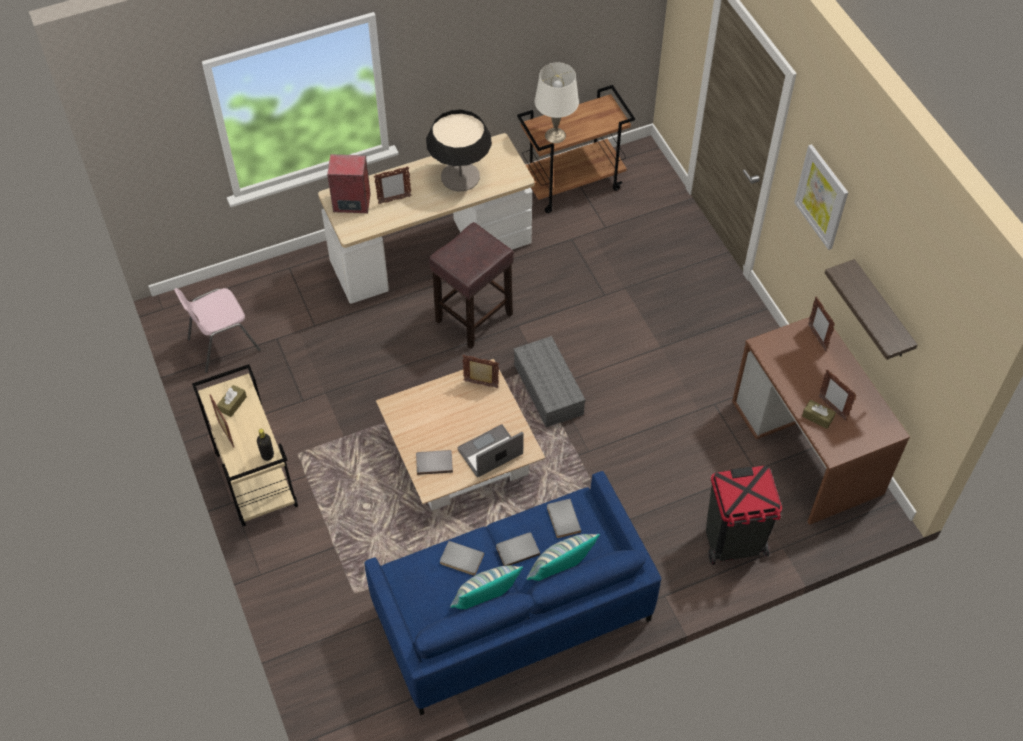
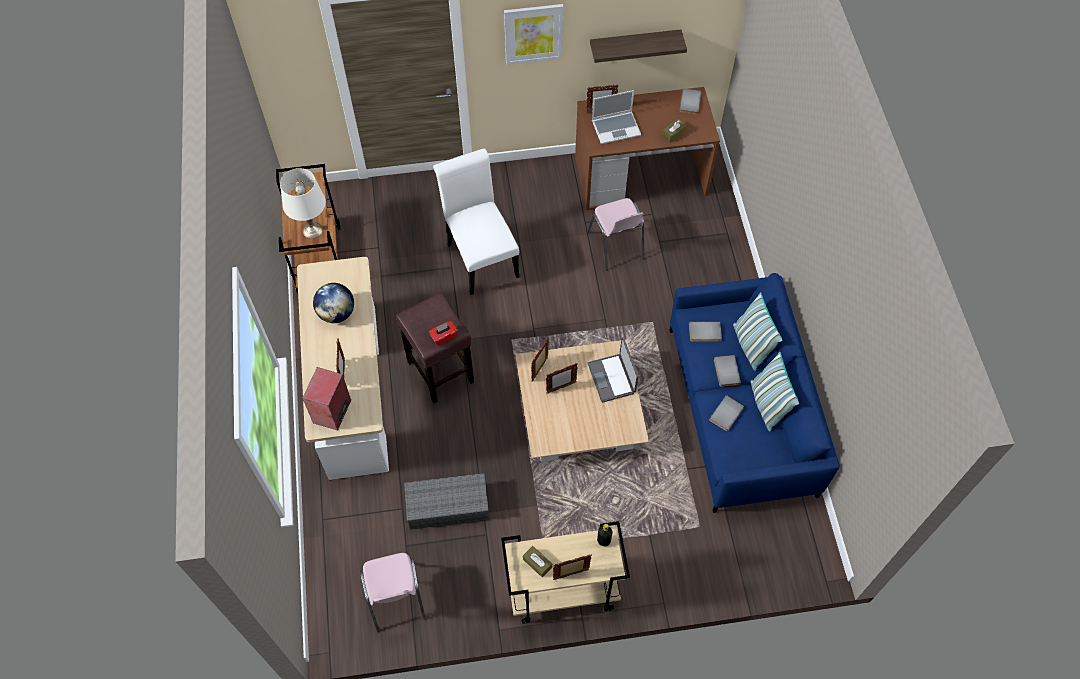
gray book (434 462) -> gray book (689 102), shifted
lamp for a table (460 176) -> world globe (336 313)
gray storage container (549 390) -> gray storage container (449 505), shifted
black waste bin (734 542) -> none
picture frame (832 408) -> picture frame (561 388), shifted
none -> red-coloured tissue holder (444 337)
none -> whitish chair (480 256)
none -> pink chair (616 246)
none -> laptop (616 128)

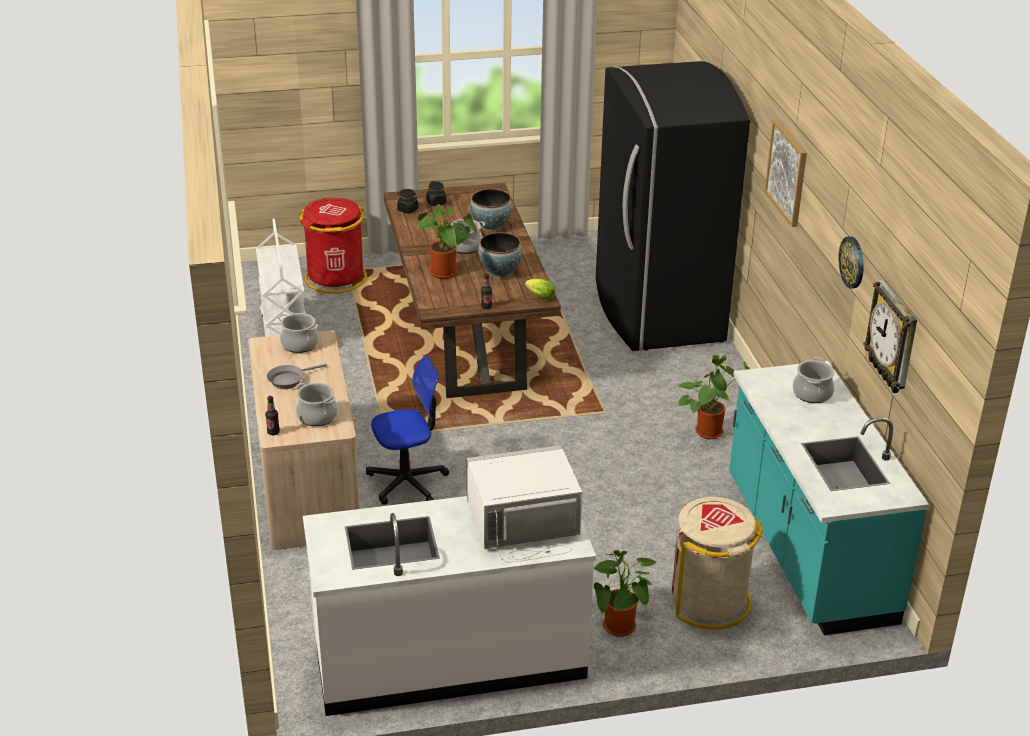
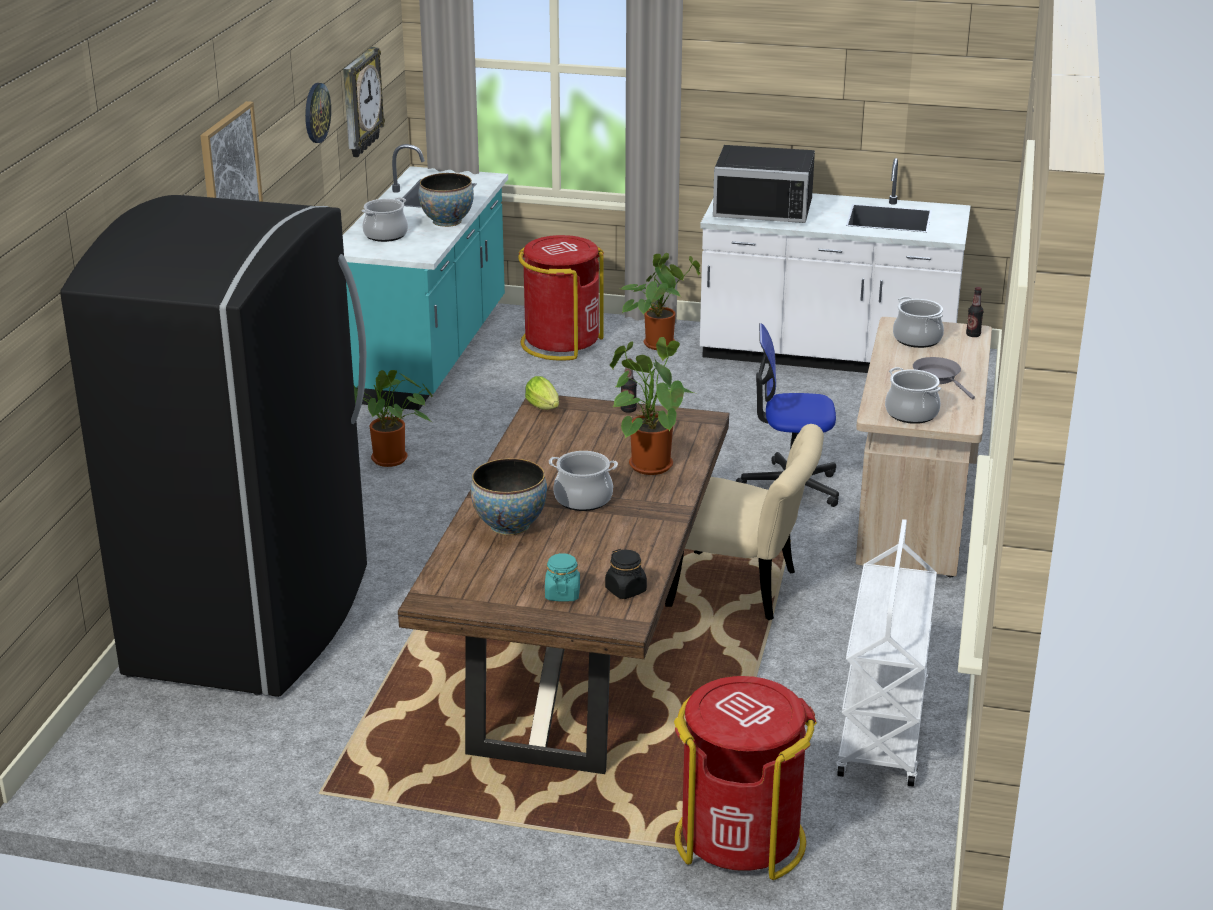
gray skillet (289 380) -> gray skillet (939 378), 105 degrees counterclockwise
black storage jar (436 202) -> turquoise-coloured storage jar (562 594)
whitish microwave oven (524 525) -> black microwave oven (764 207)
bowl (500 272) -> bowl (447 221), shifted
sand-coloured waste bin (710 601) -> red-coloured waste bin (560 343)
none -> sand-coloured chair (744 590)

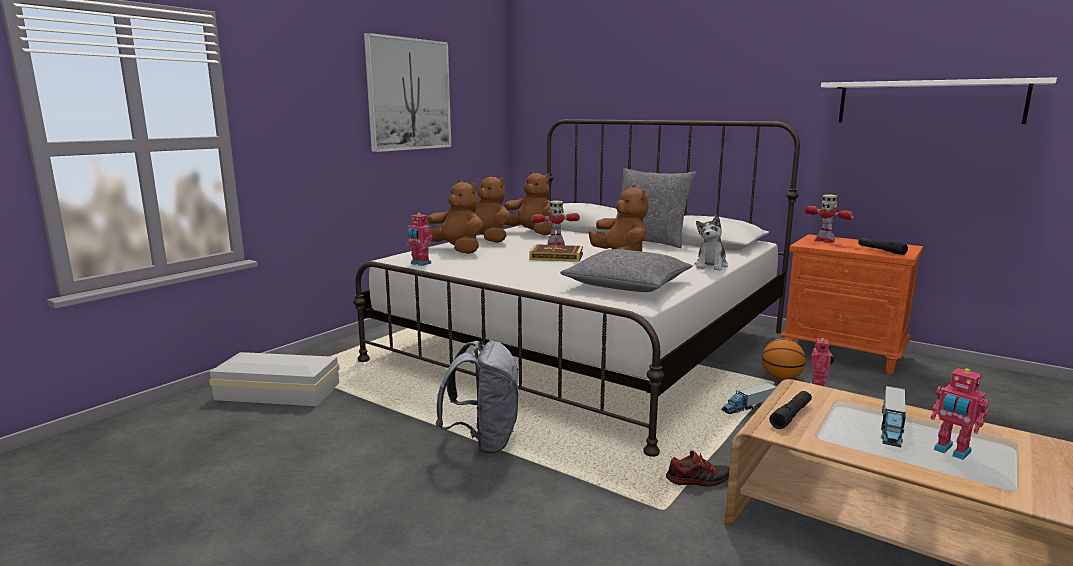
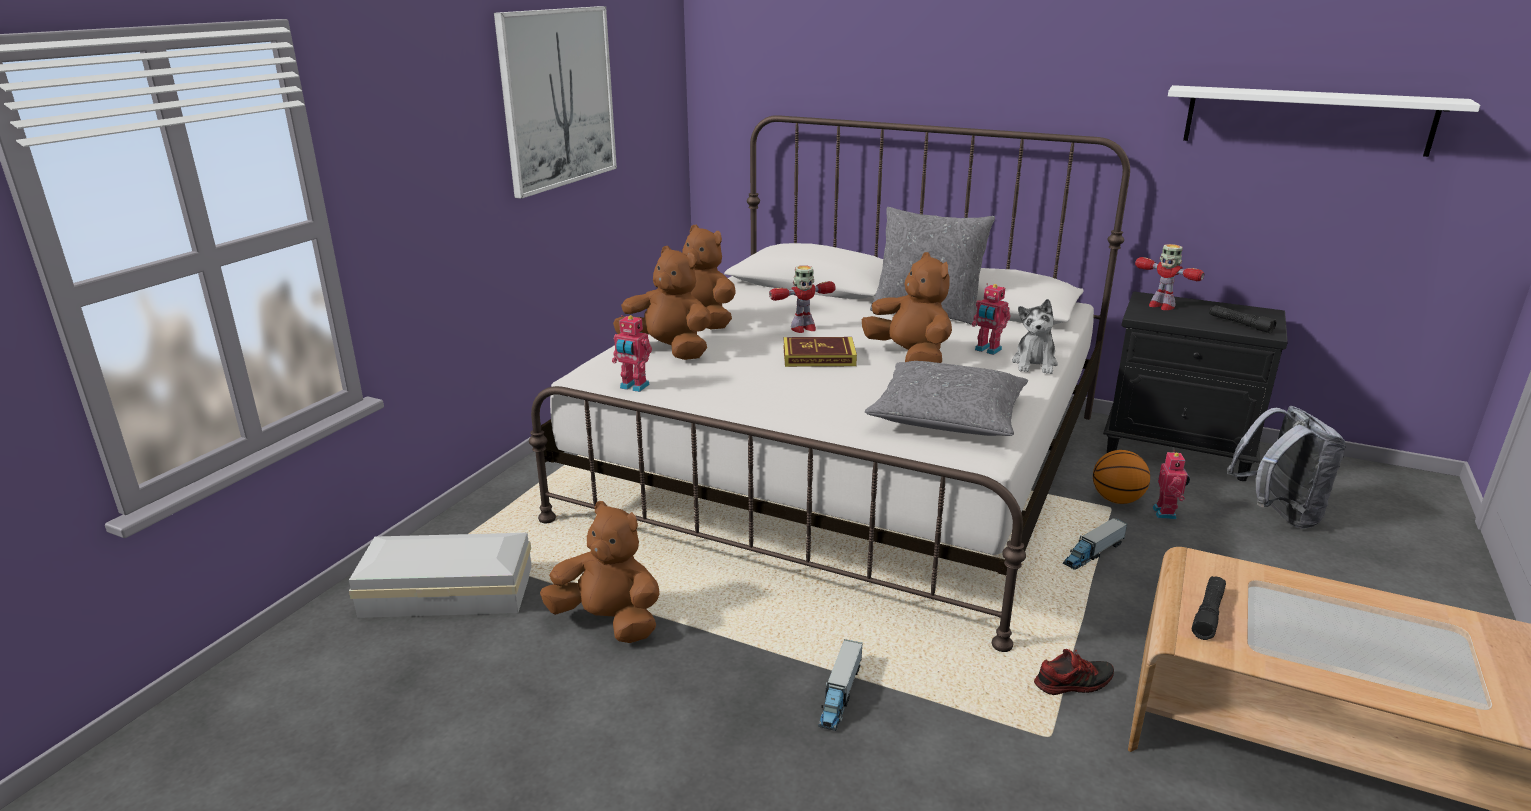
gray backpack (483 442) -> gray backpack (1277 514), shifted
brownish cuddly toy (531 233) -> brownish cuddly toy (608 621), shifted
orangey night table (844 354) -> black night table (1179 450)
model truck (891 427) -> model truck (840 695), shifted
model robot (951 451) -> model robot (987 350), shifted

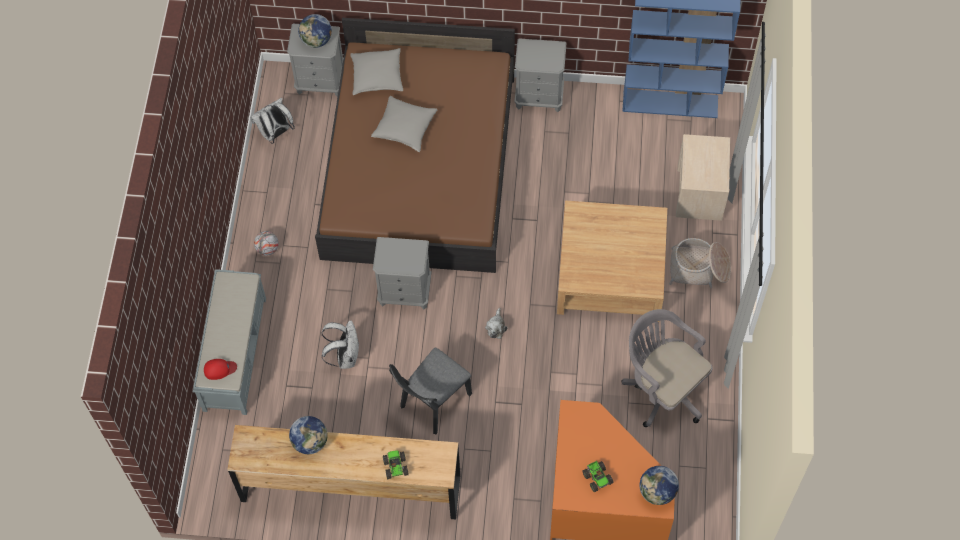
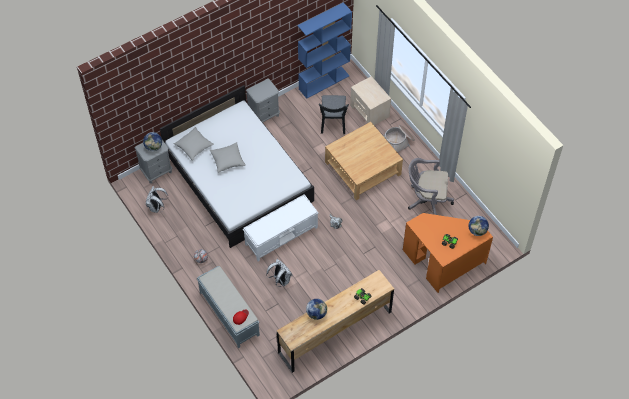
brownish sleeping bed (419 167) -> whitish sleeping bed (238 179)
gray night table (405 292) -> whitish indoor bench (282 235)
black chair (432 404) -> black chair (333 124), shifted

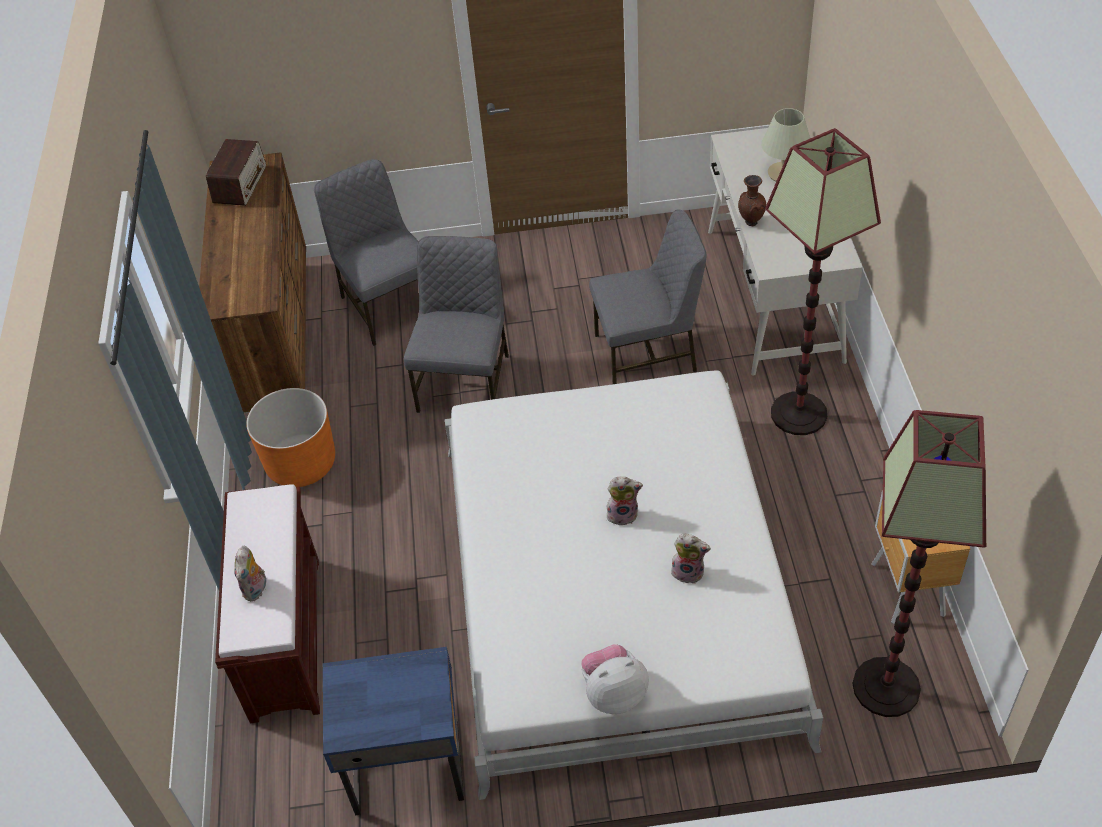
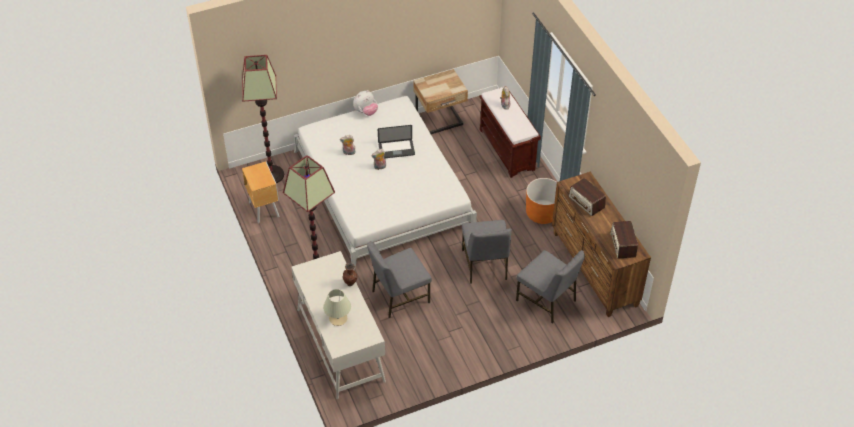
bluish night table (406 765) -> sand-coloured night table (440 121)
none -> laptop (396 149)
none -> radio set (586 202)

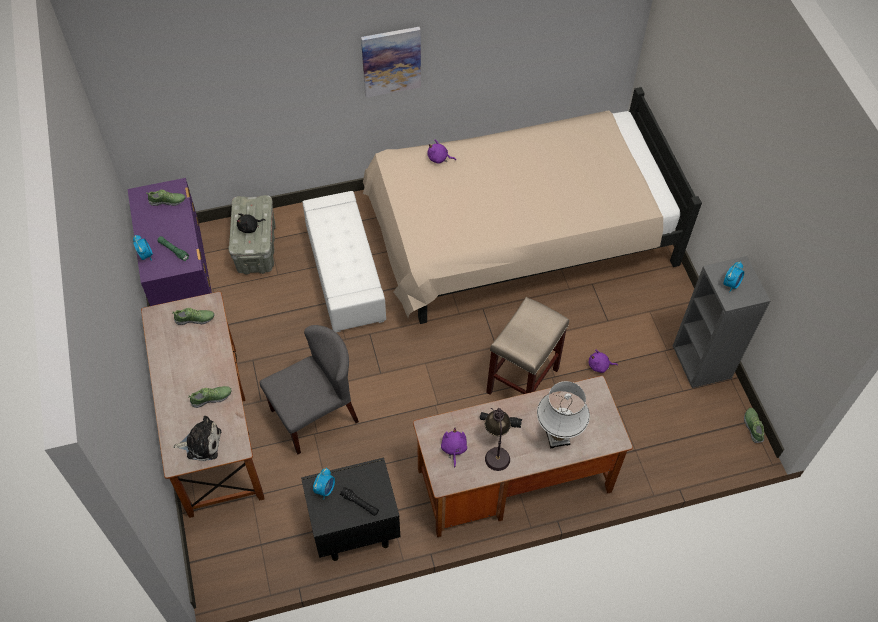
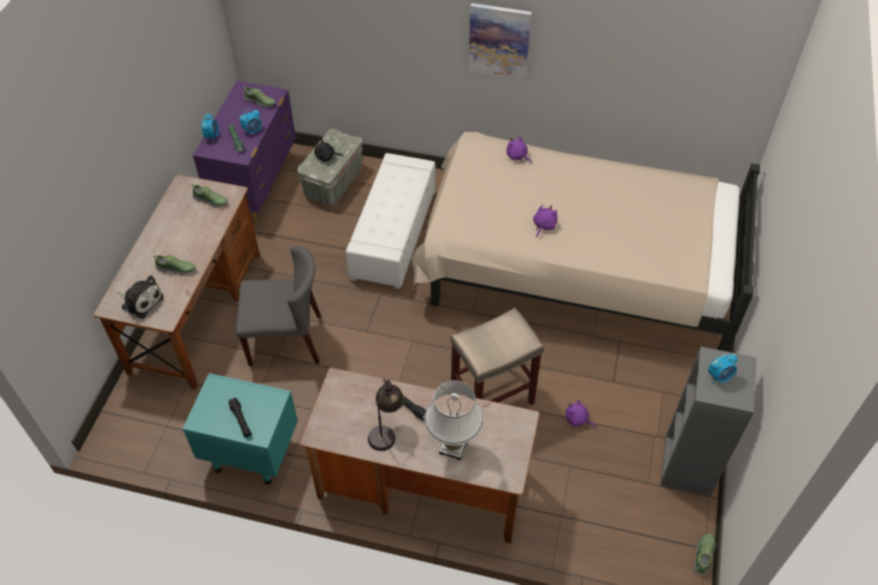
black night table (353 529) -> turquoise-coloured night table (250 453)
table clock (325 489) -> table clock (253 131), shifted
purple cuddly toy (453 449) -> purple cuddly toy (543 225), shifted

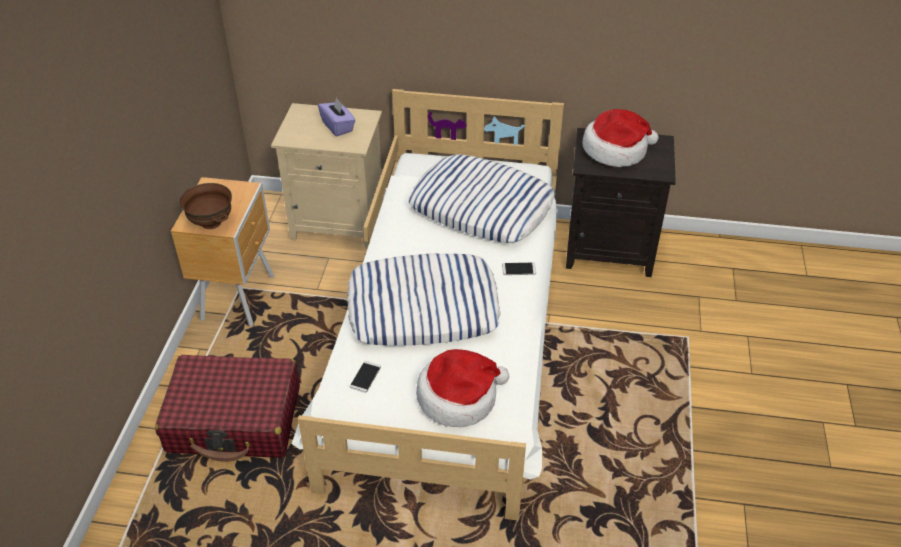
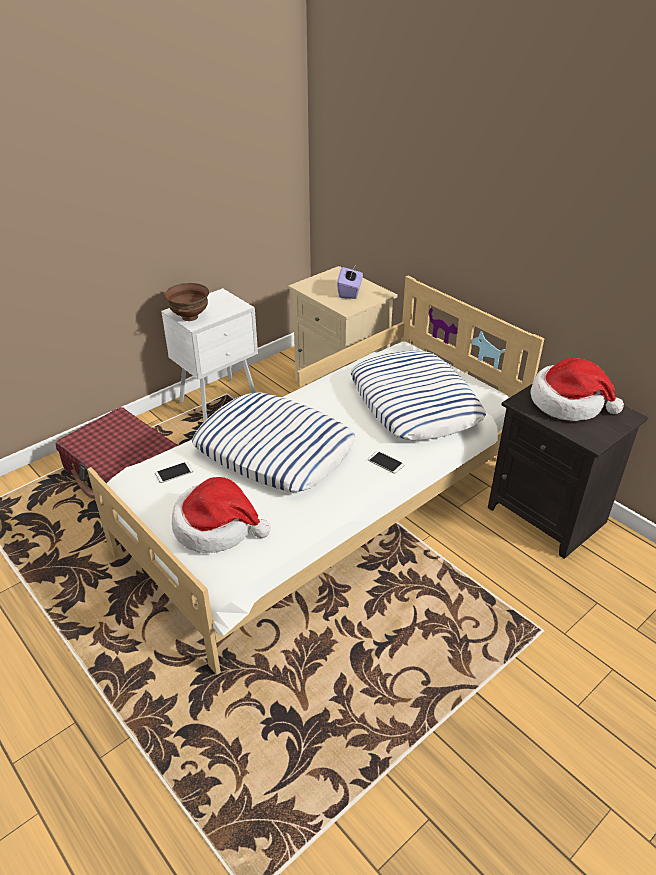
brownish night table (240 297) -> whitish night table (220 400)

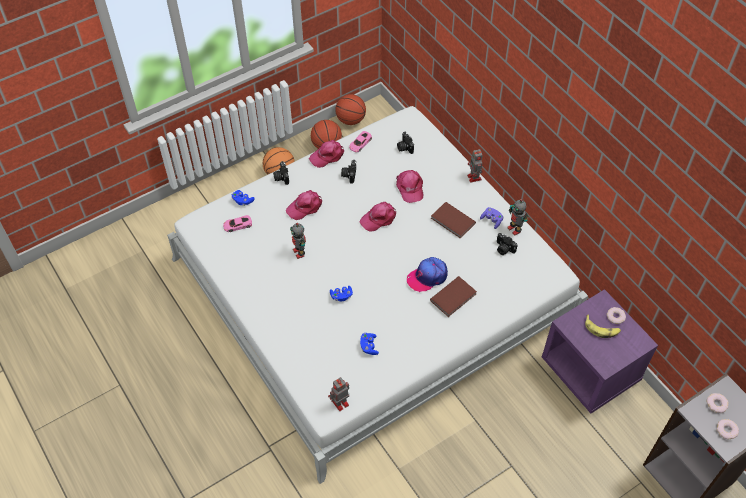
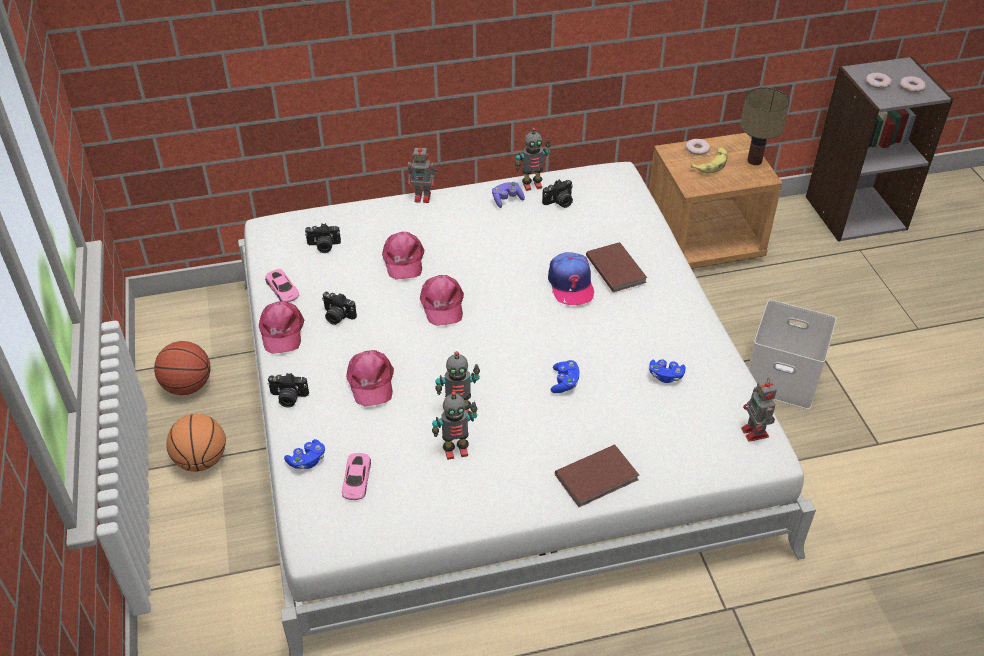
basketball ball (351 120) -> none
pink cap (410 188) -> pink cap (403 260), 75 degrees clockwise
brownish book (452 221) -> brownish book (598 478), shifted
purple night table (590 371) -> brownish night table (703 241)
none -> model robot (455 450)
none -> lamp for a table (755 161)
none -> whitish storage container (784 376)

